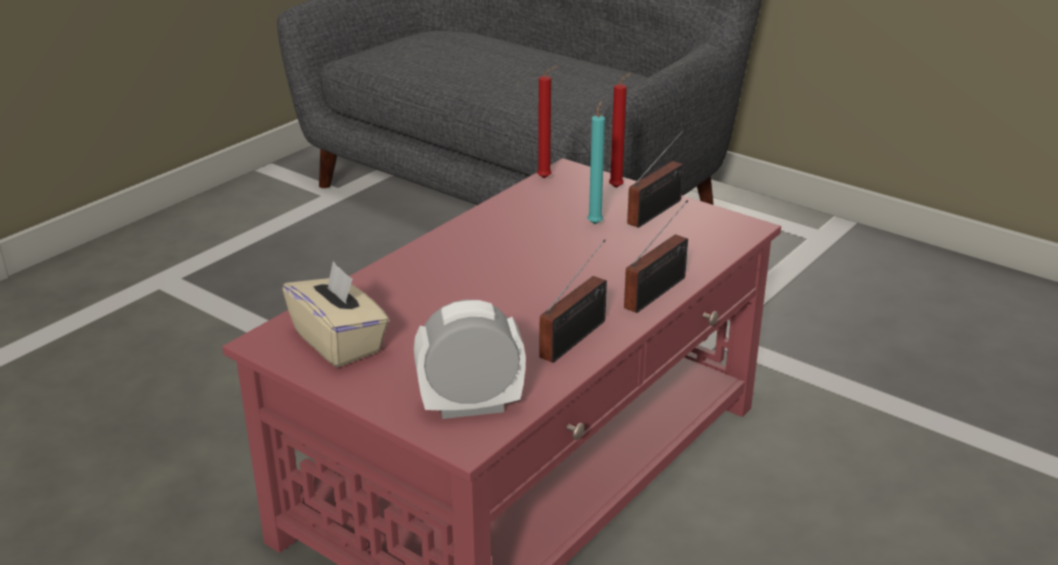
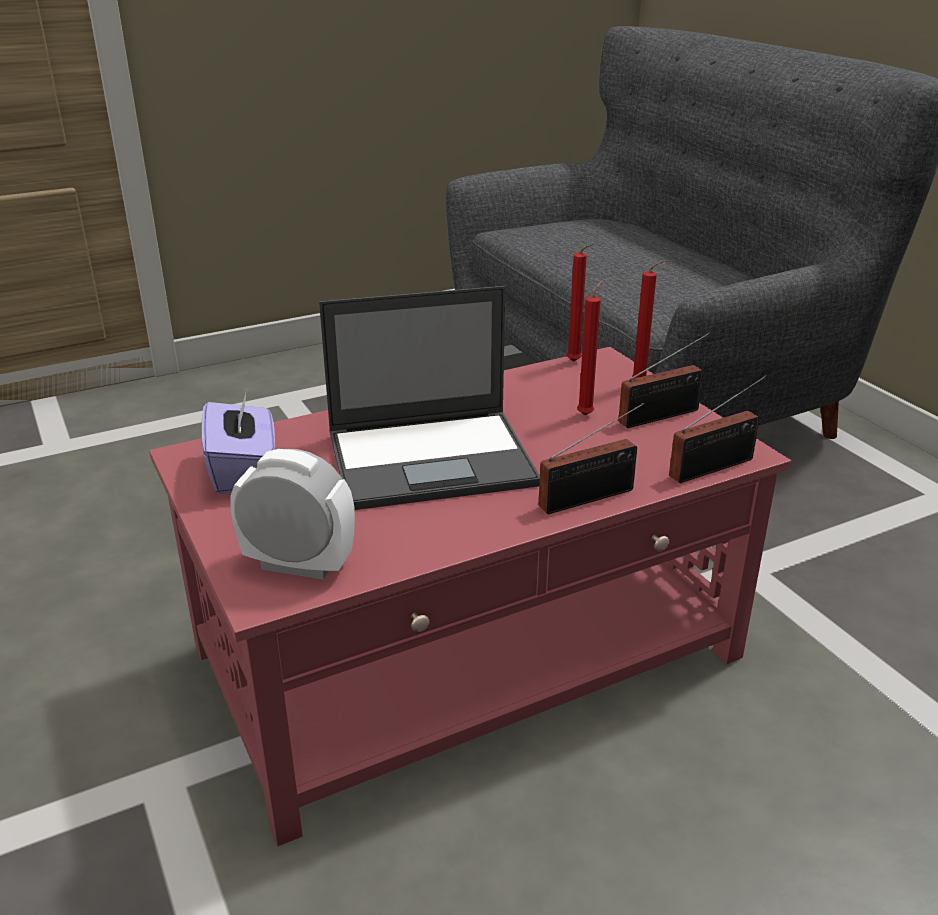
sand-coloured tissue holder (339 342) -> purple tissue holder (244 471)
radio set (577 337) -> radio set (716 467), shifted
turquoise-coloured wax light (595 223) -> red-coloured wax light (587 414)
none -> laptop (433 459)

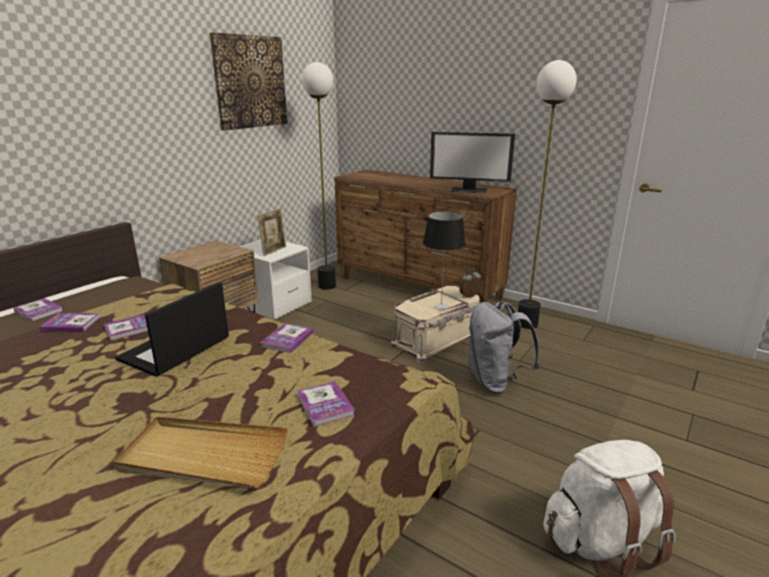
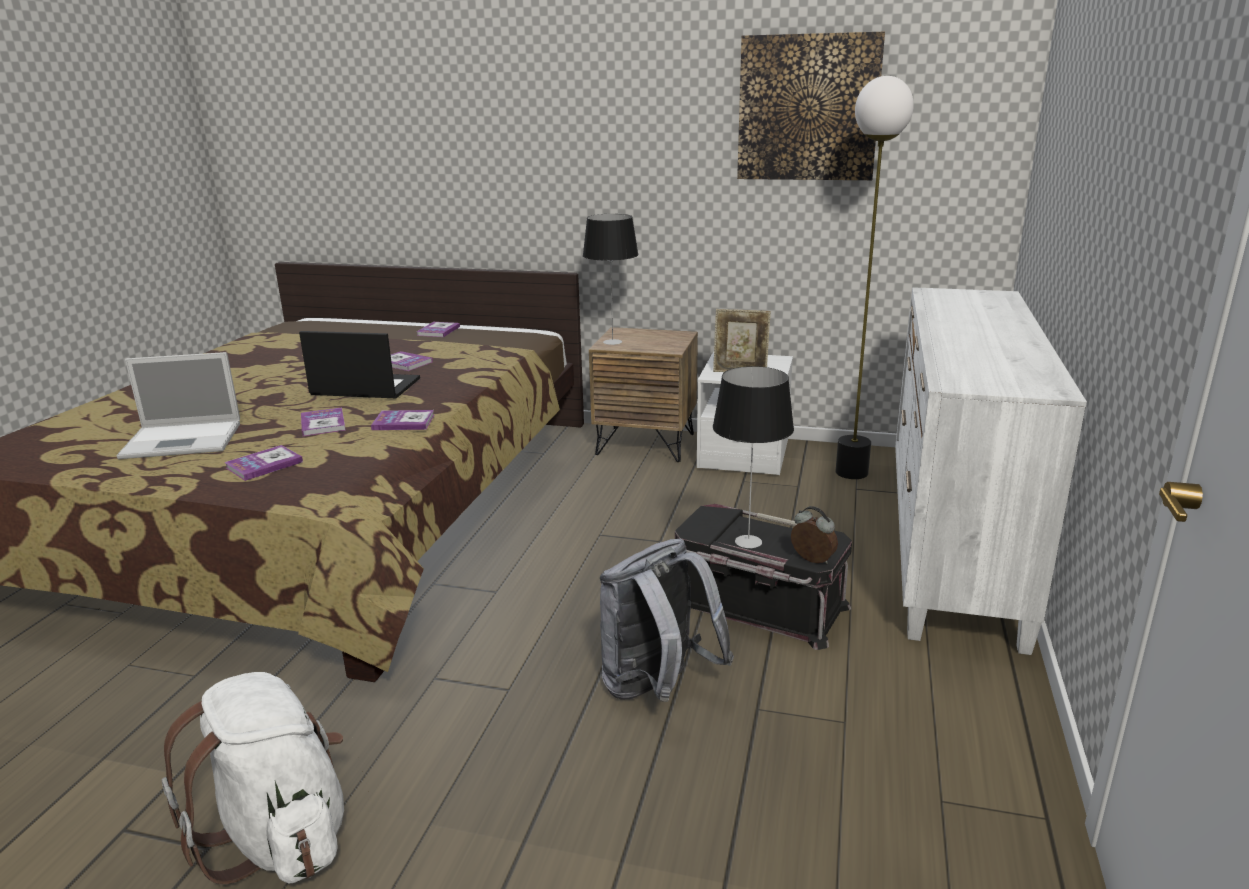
book (71 323) -> book (323 424), shifted
sand-coloured serving tray (203 456) -> laptop (185 440)
brownish chest of drawers (418 288) -> whitish chest of drawers (950 549)
sand-coloured storage container (437 340) -> black storage container (757 606)
computer display (469 190) -> none
standing lamp (527 324) -> none
none -> lamp for a table (612 342)

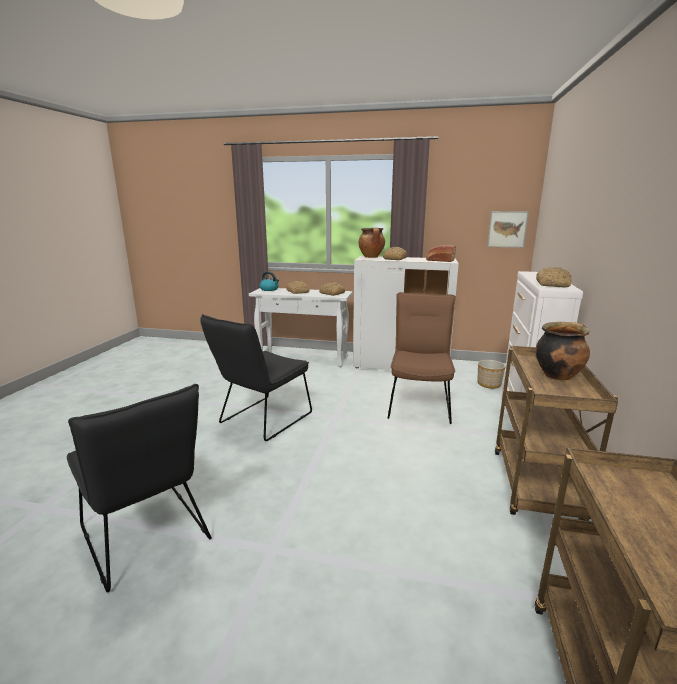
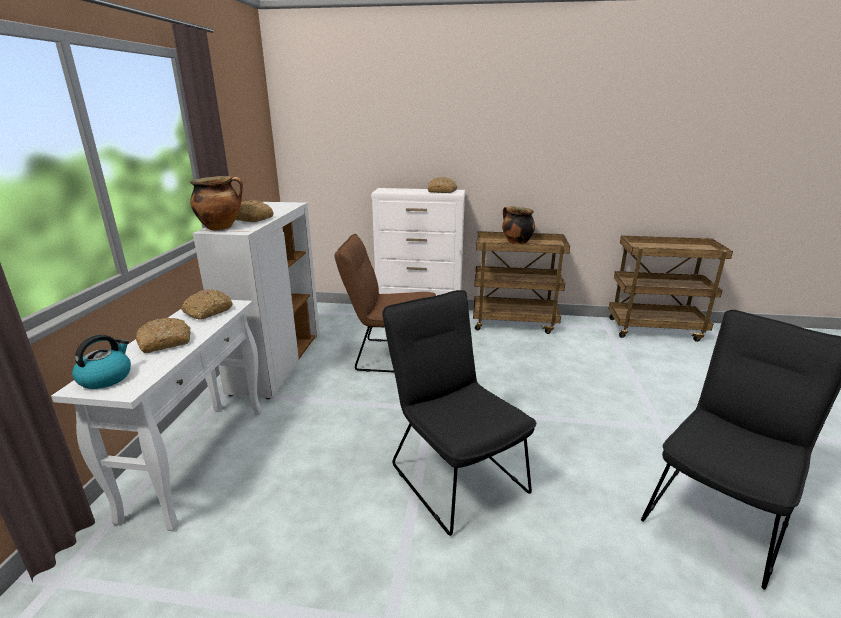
black chair (262 420) -> black chair (453 473), 150 degrees counterclockwise
bread (439 260) -> none
planter (489 384) -> none
wall art (507 229) -> none

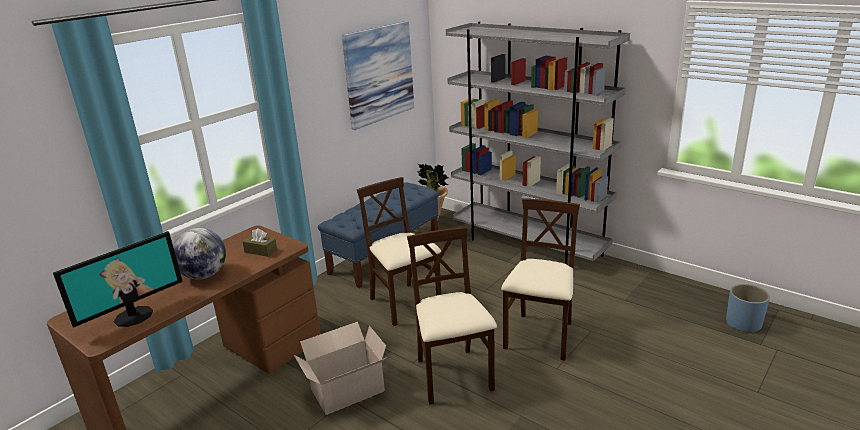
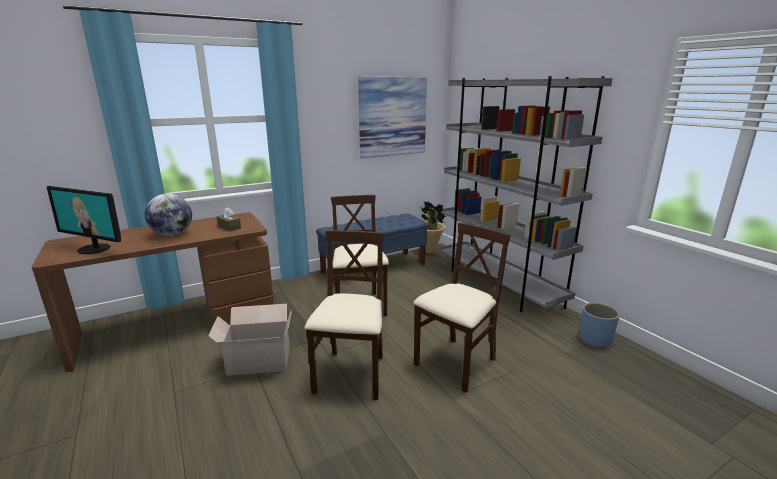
computer display (133 316) -> computer display (95 248), 45 degrees clockwise
bluish planter (743 324) -> bluish planter (595 340), shifted

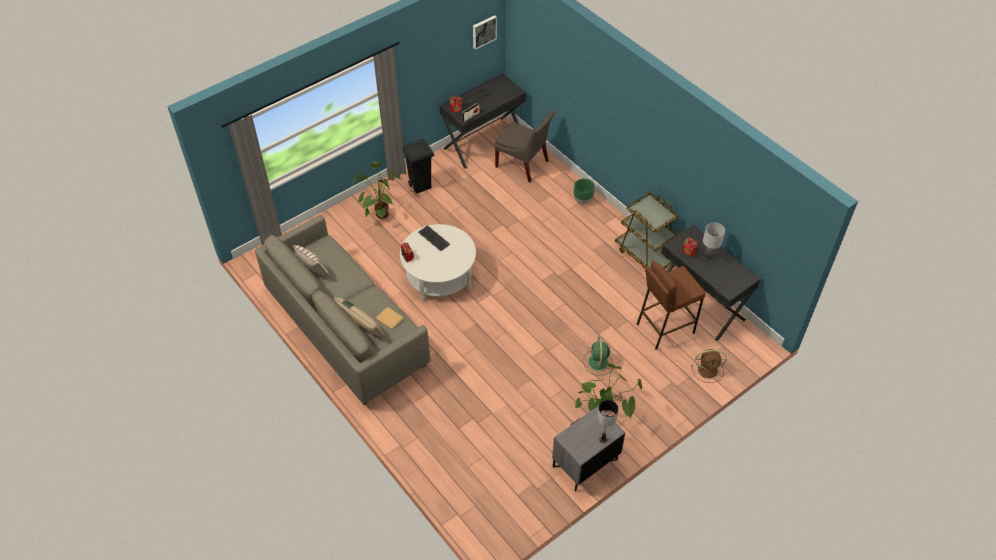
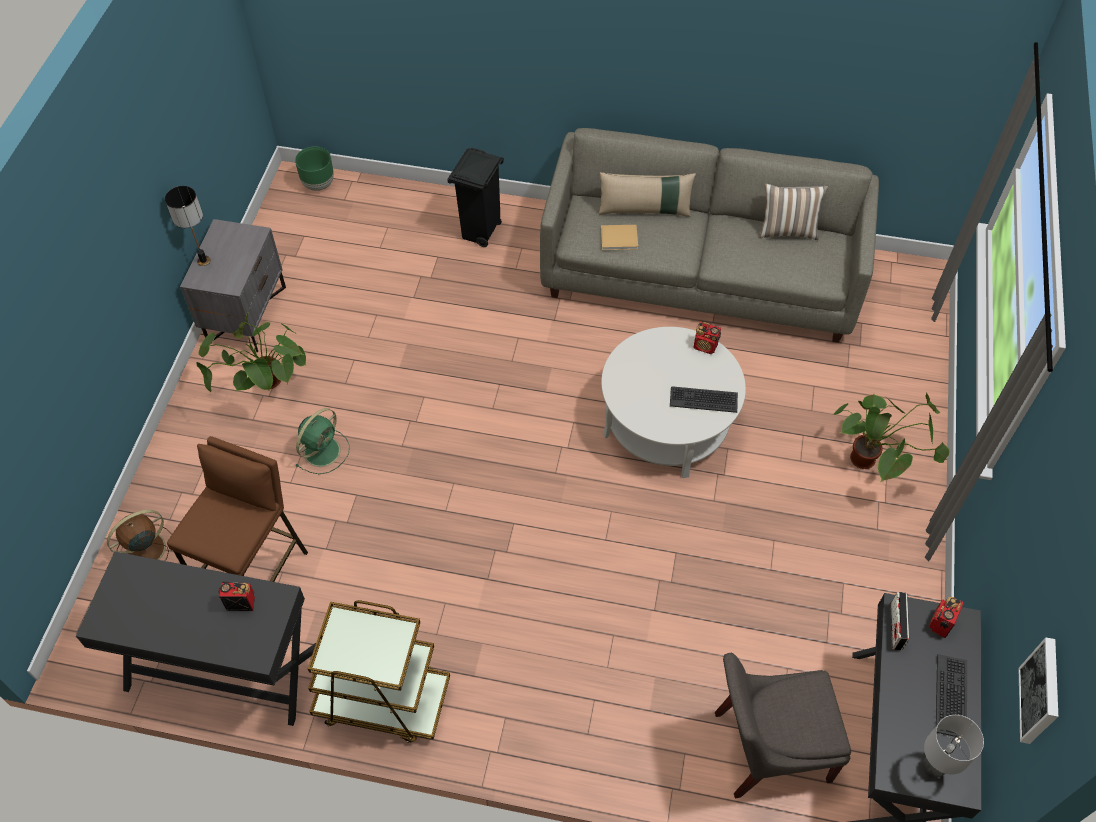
black waste bin (421 186) -> black waste bin (480 233), shifted
green-coloured planter (583 200) -> green-coloured planter (318 184), shifted
green-coloured fan (598 363) -> green-coloured fan (323 450), 75 degrees clockwise
gray lamp for a table (708 256) -> gray lamp for a table (931 768), shifted

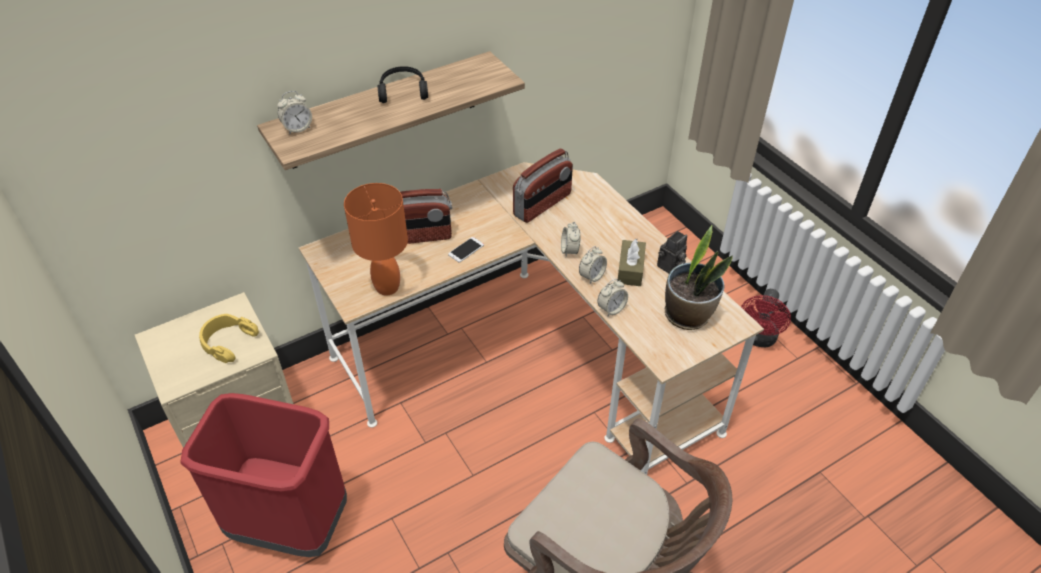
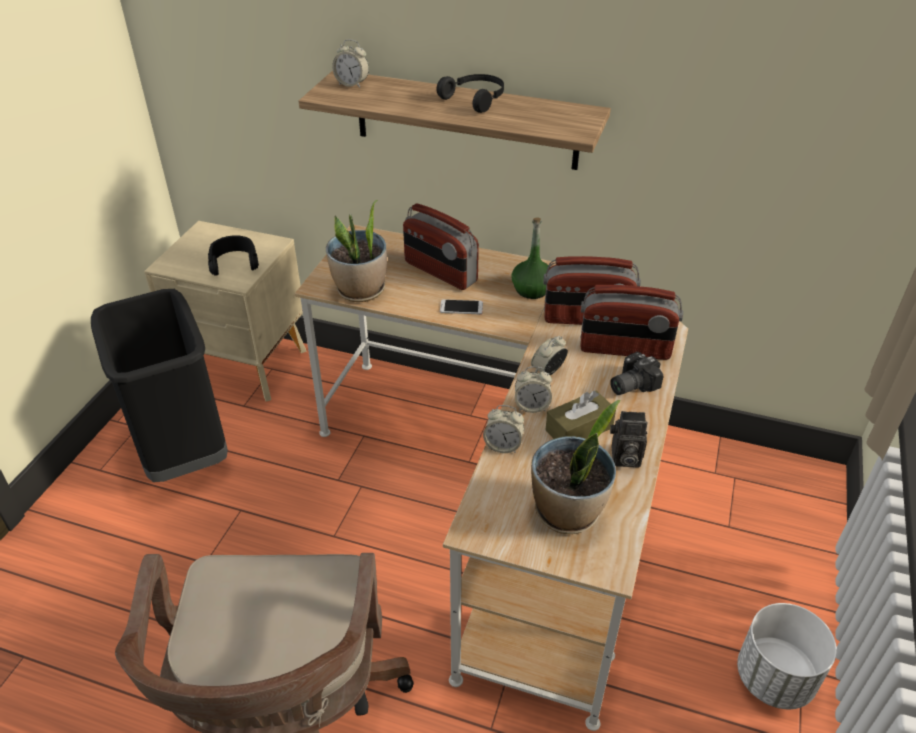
red-coloured waste bin (291 524) -> black waste bin (184 453)
yellow headphones (228 342) -> black headphones (234 262)
orangey lamp for a table (387 286) -> houseplant (360 291)
red-coloured fan (758 339) -> whitish planter (775 678)
none -> green-coloured beverage bottle (532 289)
none -> radio set (624 349)
none -> still camera (630 384)

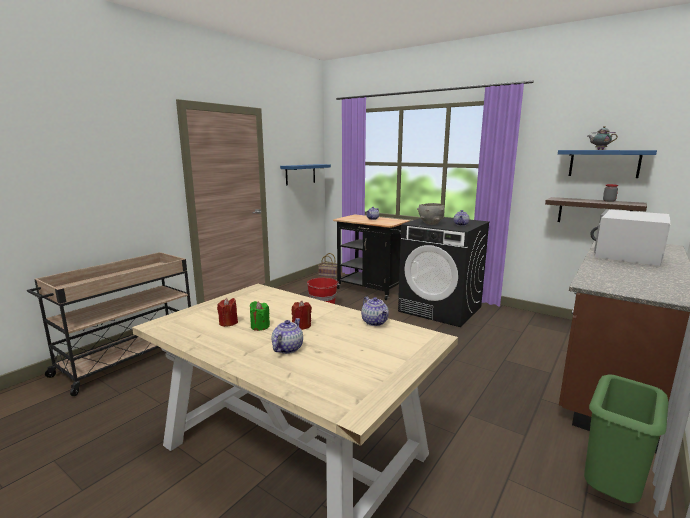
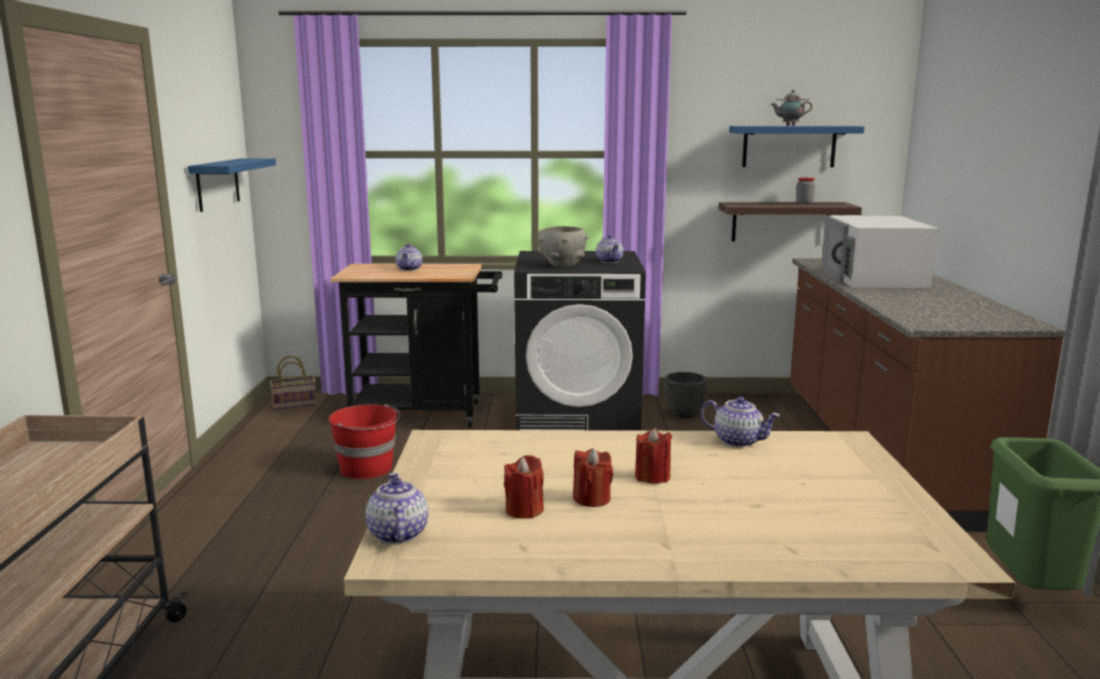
green-coloured wax light (260 326) -> red-coloured wax light (591 498)
tea pot (287 348) -> tea pot (397 534), shifted
none -> black planter (685 414)

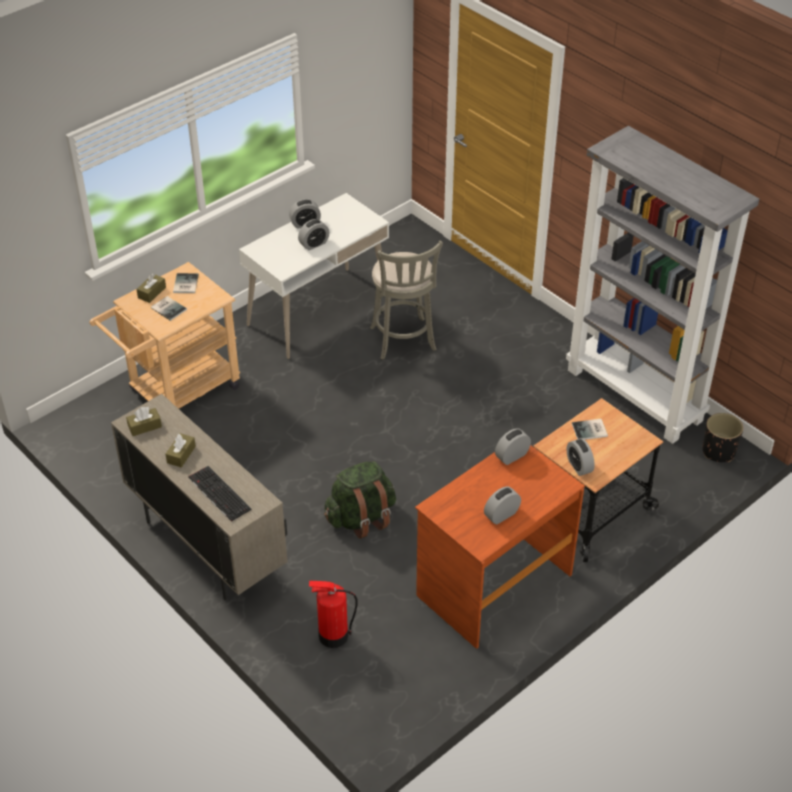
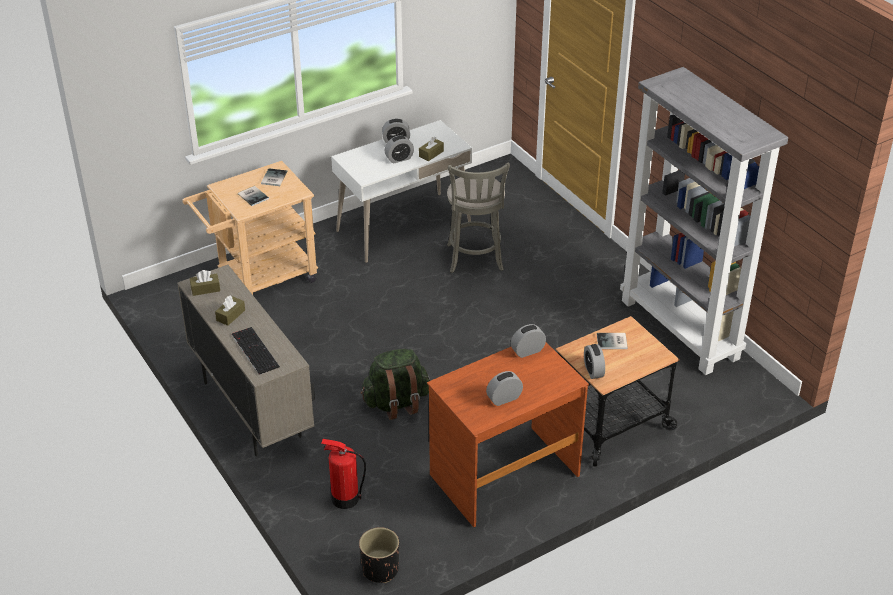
brownish tissue holder (152 292) -> brownish tissue holder (431 154), shifted
black planter (718 451) -> black planter (380 569), shifted

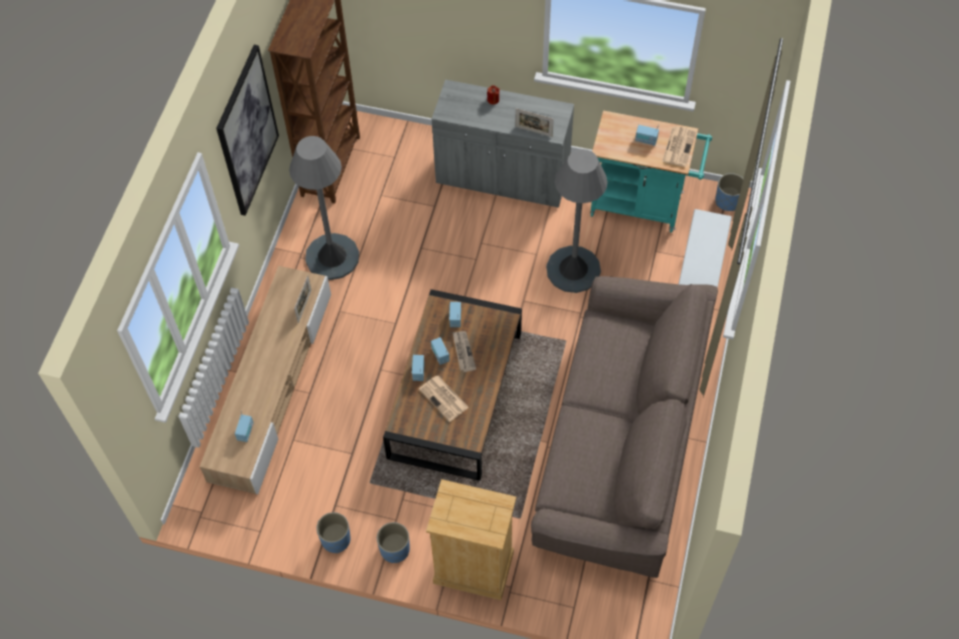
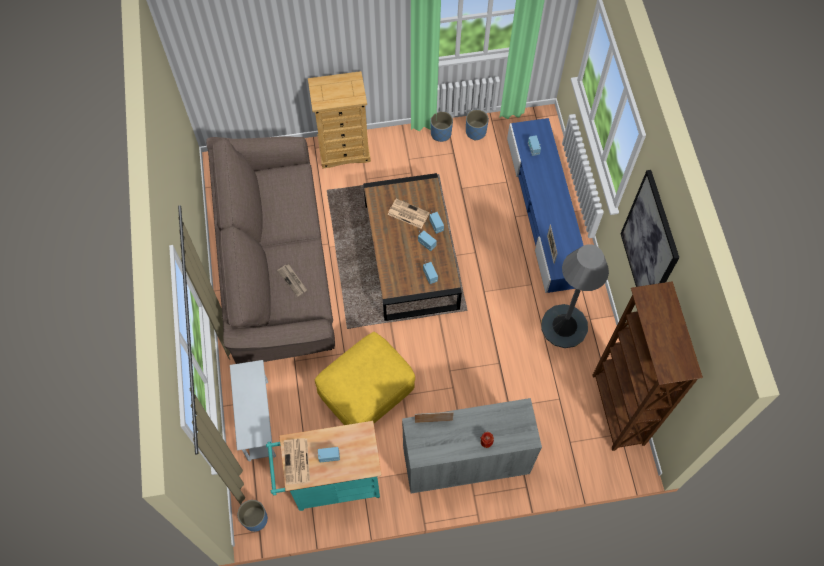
sand-coloured media console (271 385) -> bluish media console (545 211)
bluish planter (394 549) -> bluish planter (476 132), shifted
newspaper (463 352) -> newspaper (293 280), shifted
gray standing lamp (573 269) -> yellow pouffe (366 393)

